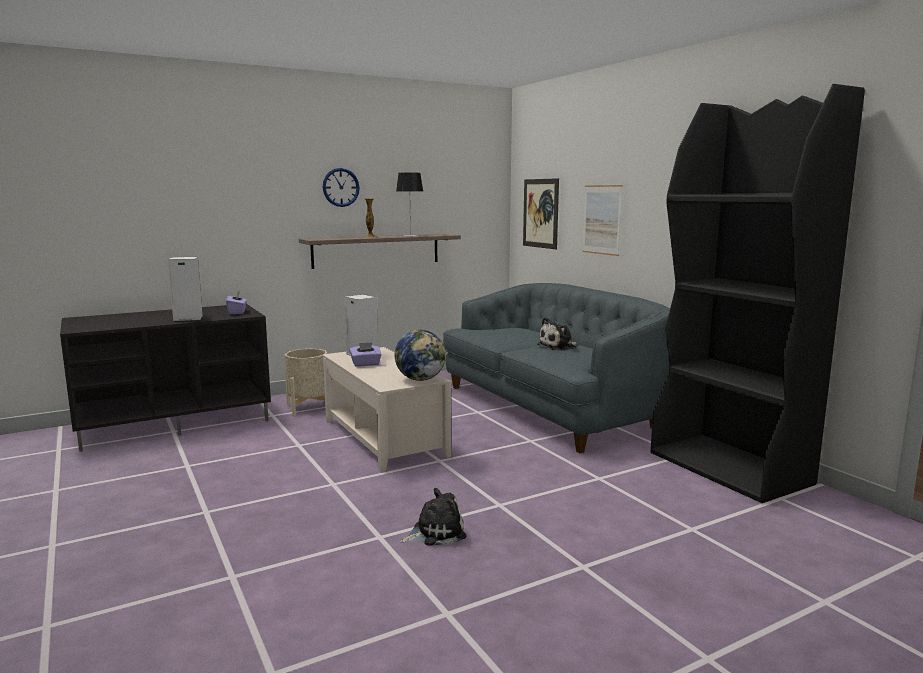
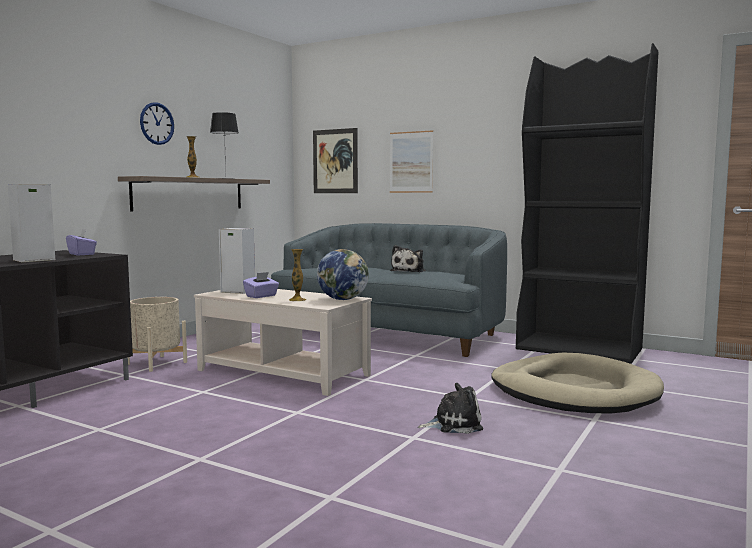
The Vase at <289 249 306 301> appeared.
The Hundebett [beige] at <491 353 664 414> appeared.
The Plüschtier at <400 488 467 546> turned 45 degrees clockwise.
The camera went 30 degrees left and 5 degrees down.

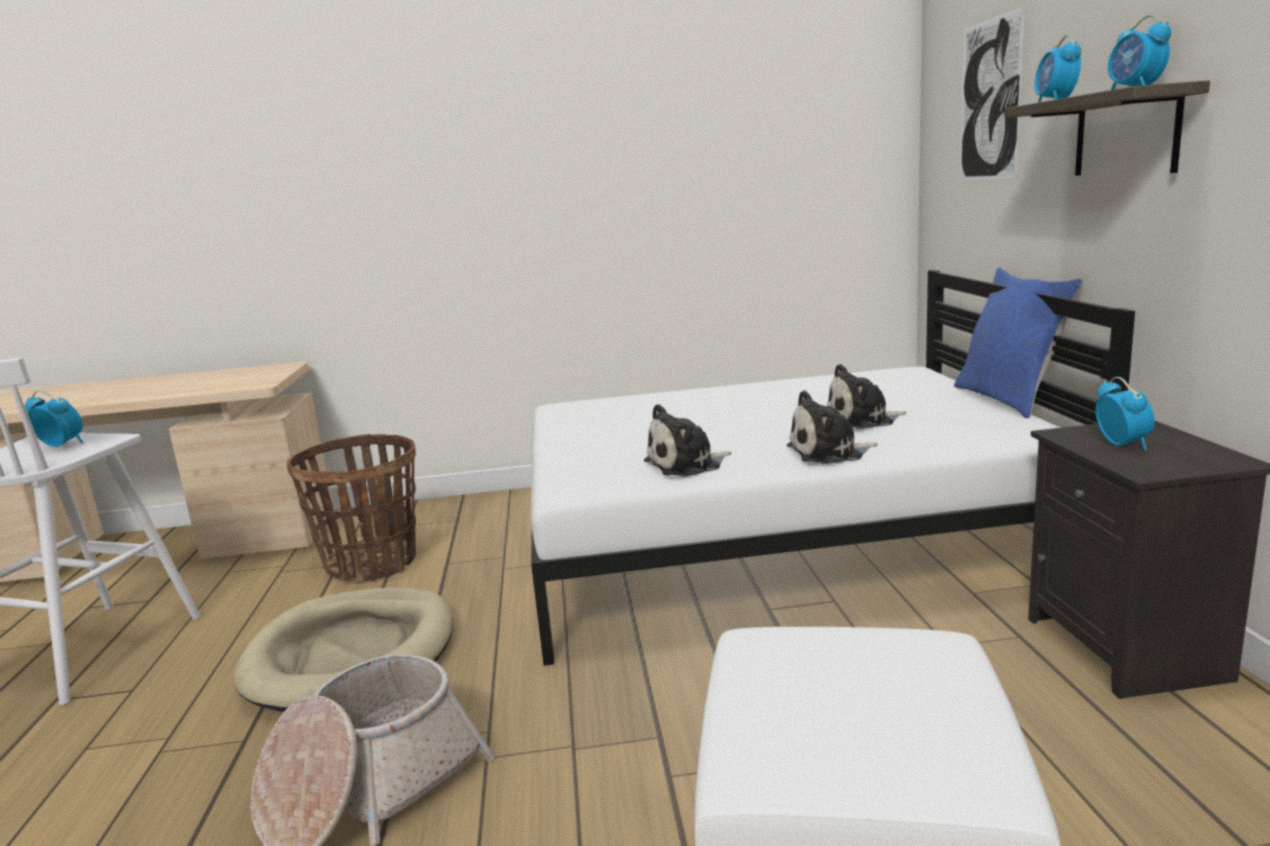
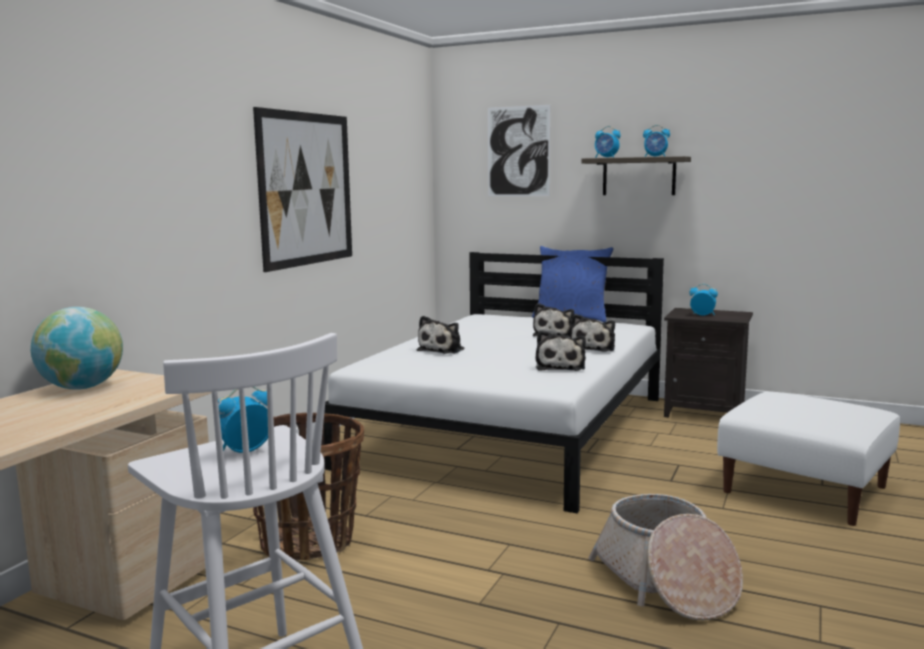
The Hundebett [beige] at <234 588 453 712> disappeared.
The Globus at <31 307 123 390> appeared.
The Bild at <253 107 352 272> appeared.
The Plüschtier at <417 316 464 354> appeared.
The camera went 60 degrees left and 5 degrees down.

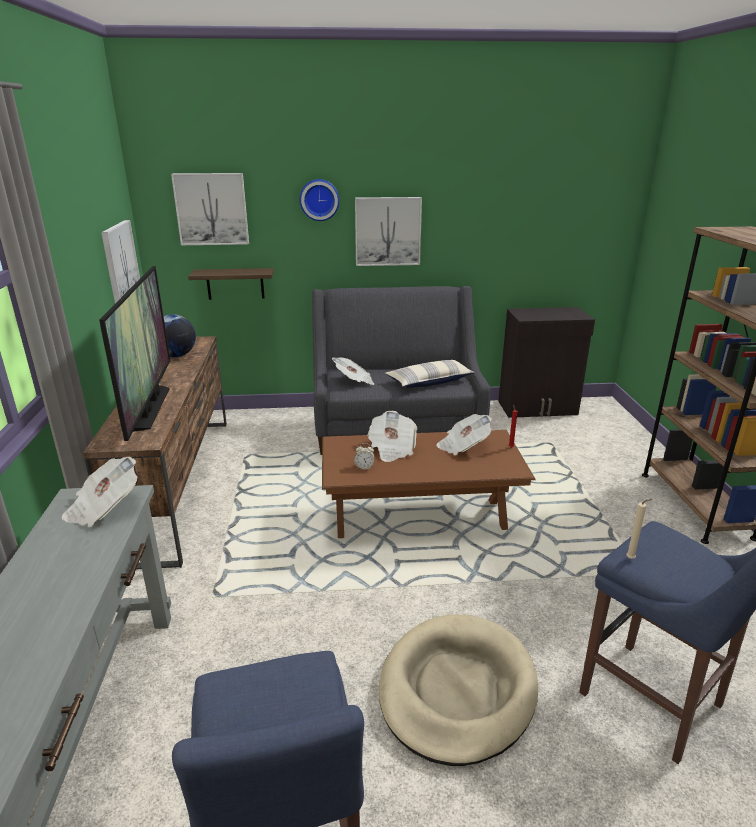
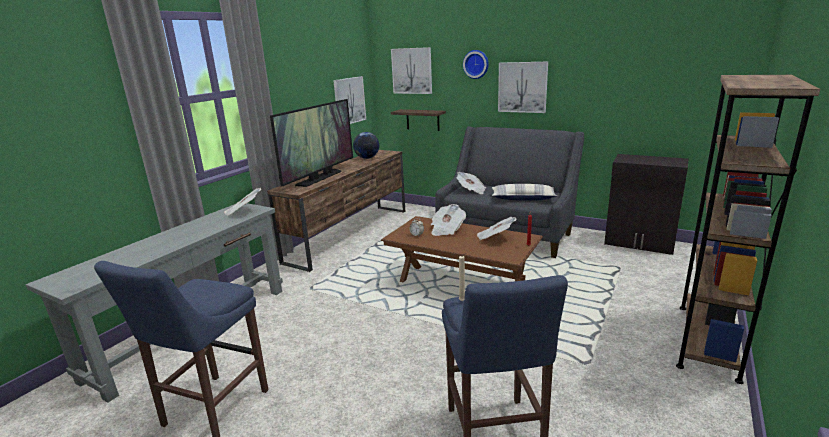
The Hundebett [beige] at <379 614 538 766> disappeared.
The camera went 35 degrees right and 5 degrees down.

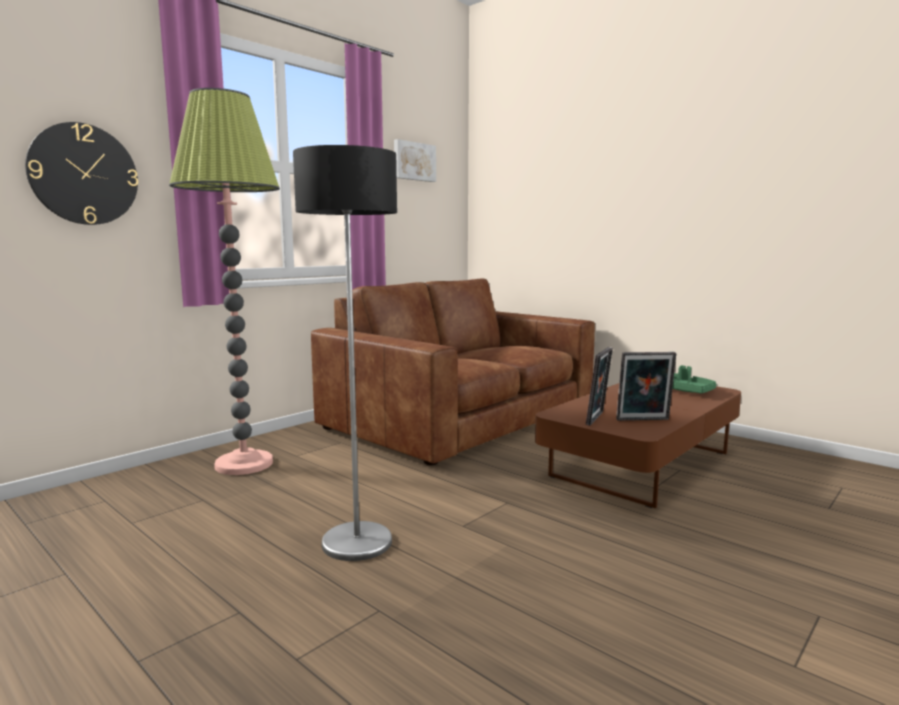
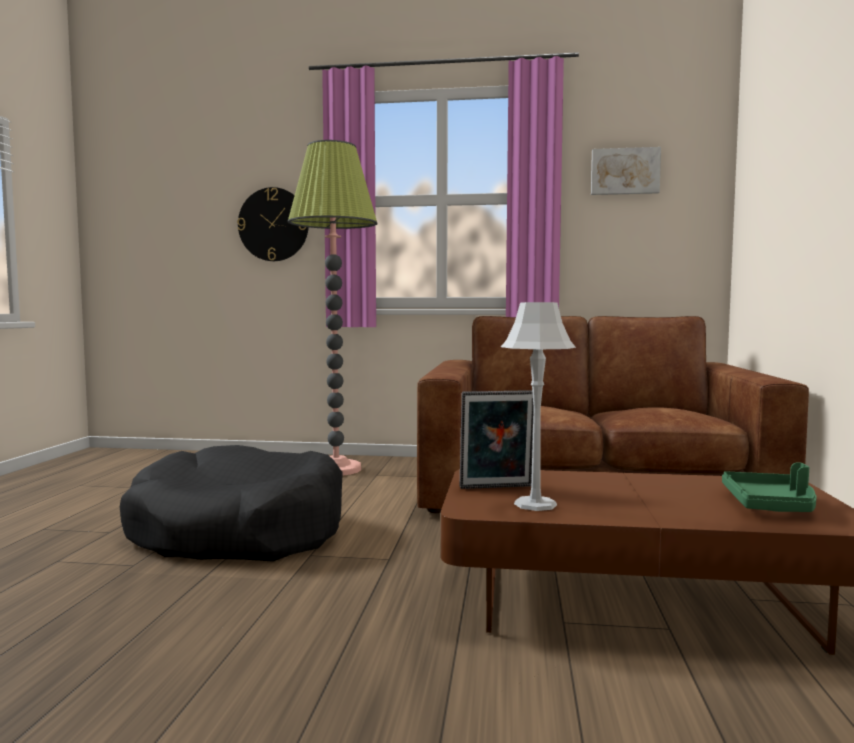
The Stehlampe at <293 145 397 561> was replaced by the Hundebett [schwarz] at <120 445 343 562>.
The Bilderrahmen at <616 352 676 421> was replaced by the Tischlampe [grau] at <501 302 576 511>.
The camera went 55 degrees right and 5 degrees down.

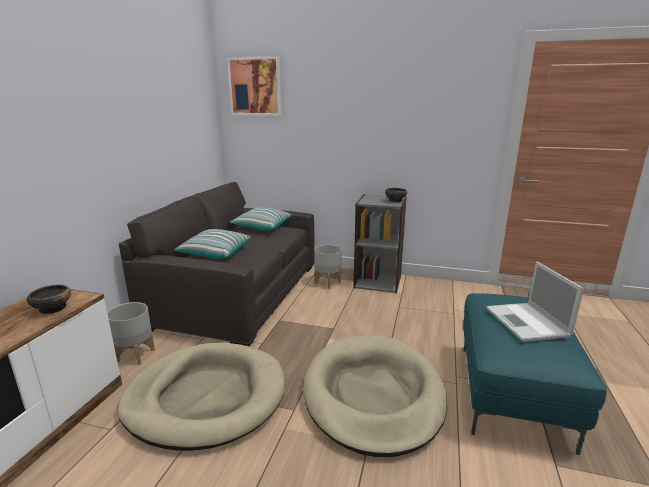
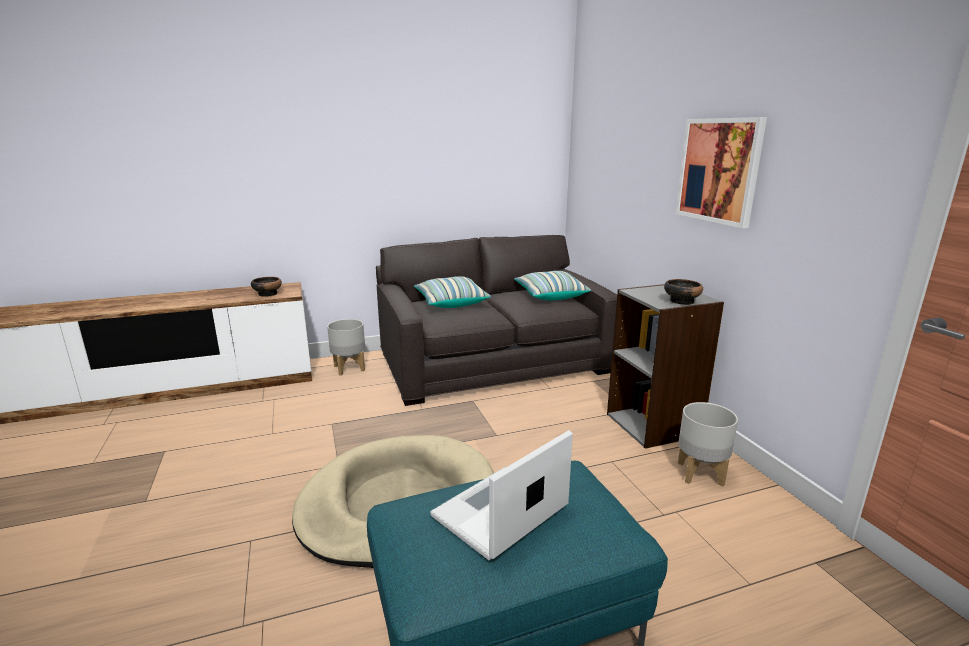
The Hundebett [beige] at <117 343 286 451> disappeared.
The Bild moved from <227 56 282 116> to <675 117 767 228>.
The Pflanzkübel [grau] moved from <314 245 342 289> to <678 402 738 487>.
The camera went 55 degrees right and 0 degrees up.

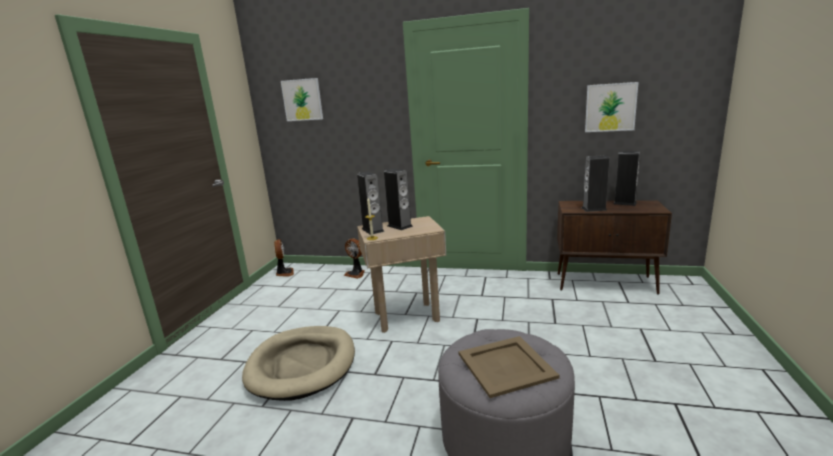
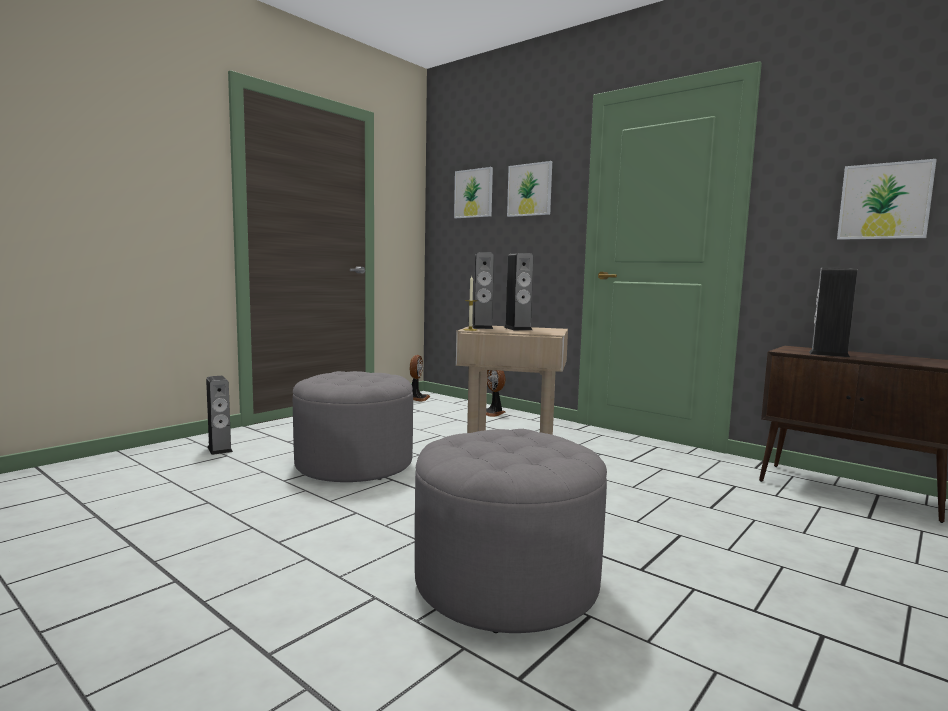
The Tablett [beige] at <459 336 560 398> disappeared.
The Bild at <507 161 552 217> appeared.
The Lautsprecher moved from <613 151 640 206> to <206 376 233 455>.
The Hundebett [beige] at <242 326 355 401> was replaced by the Polsterhocker [grau] at <293 371 413 482>.
The camera went 25 degrees right and 10 degrees down.

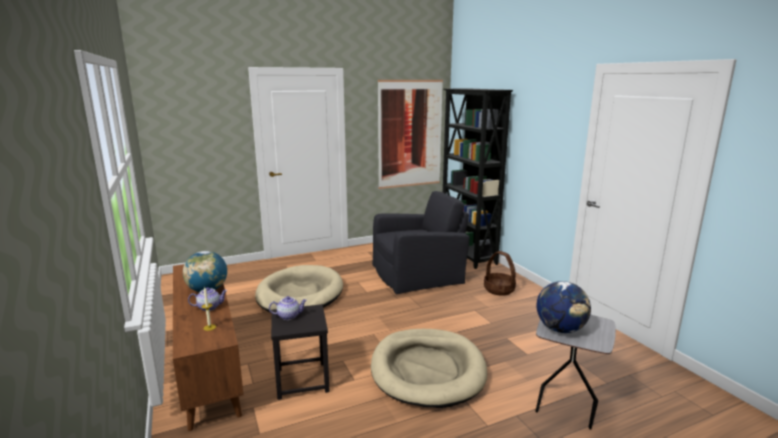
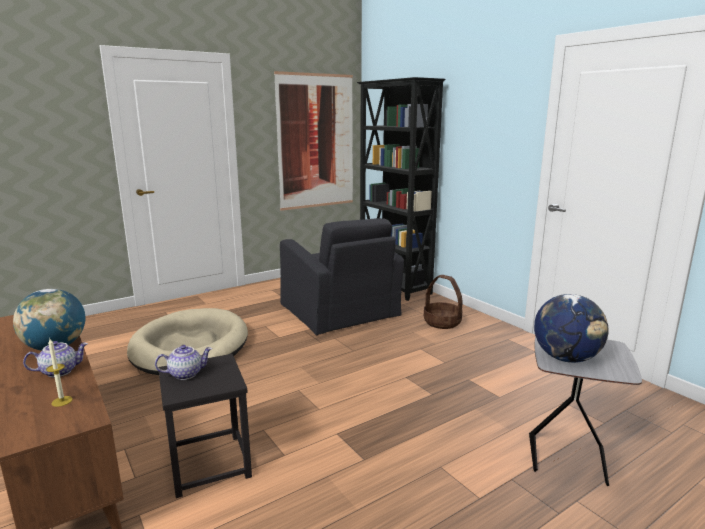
The Hundebett [beige] at <371 329 487 408> disappeared.
The Sessel [schwarz] at <372 191 470 294> turned 90 degrees clockwise.
The camera went 10 degrees left and 0 degrees up.

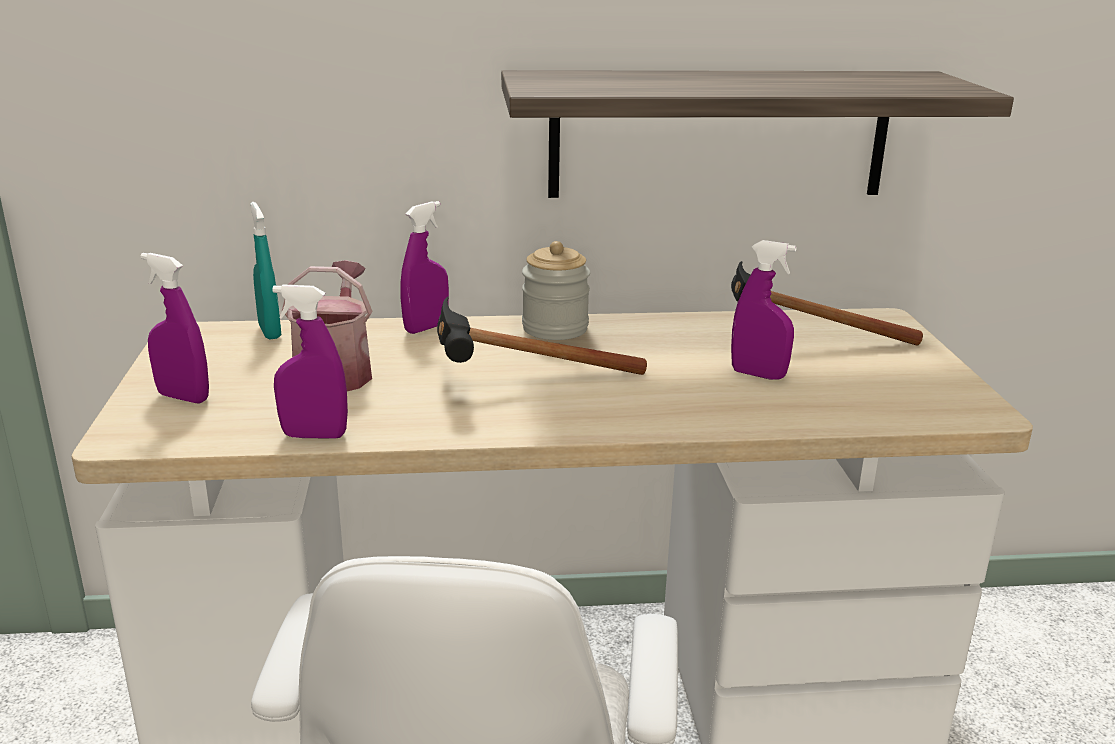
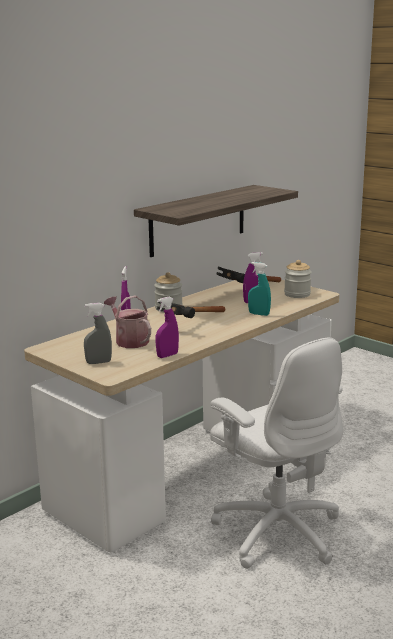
The Vorratsglas at <284 260 311 298> appeared.
The Sprühflasche [türkis] moved from <250 202 281 340> to <248 262 271 316>.
The Sprühflasche [lila] at <141 253 209 403> became the Sprühflasche [grau] at <84 303 112 364>.
The camera went 40 degrees left and 5 degrees down.

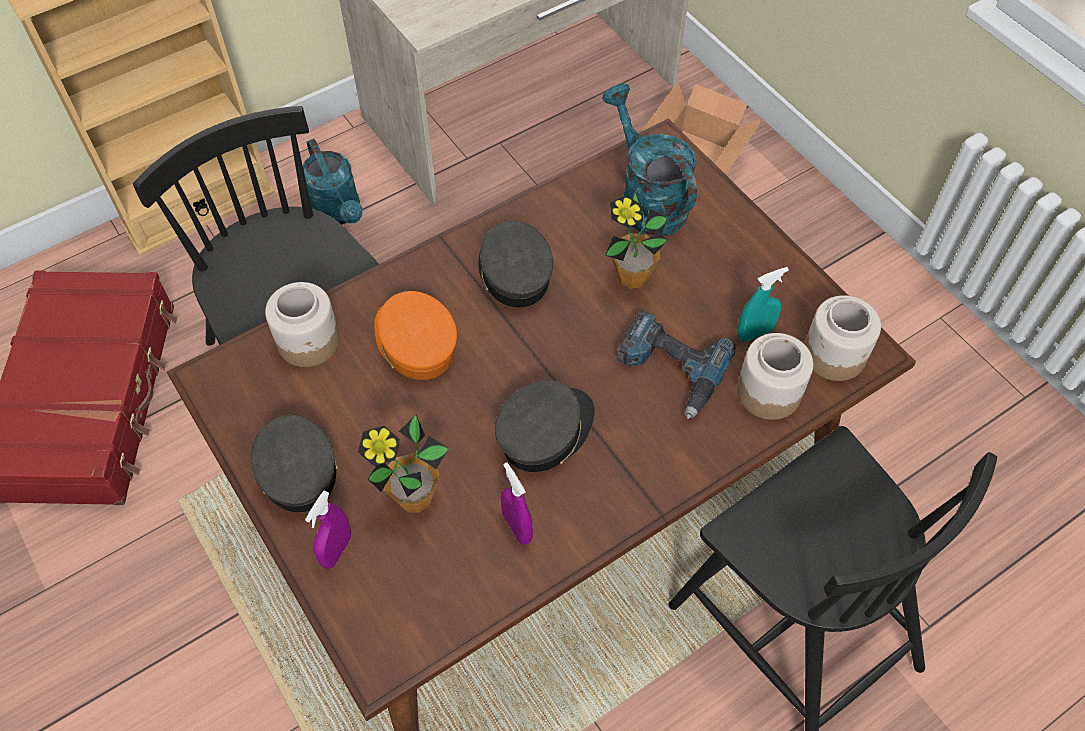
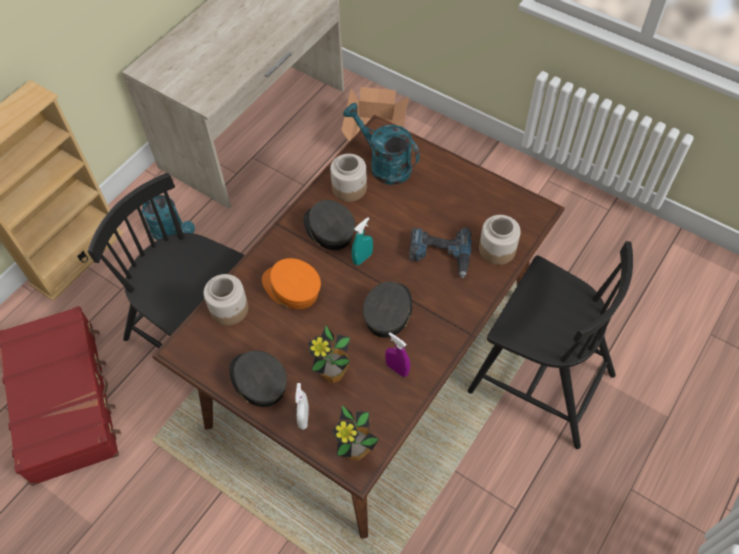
The Topfpflanze moved from <605 193 668 289> to <333 405 379 461>.
The Sprühflasche [türkis] moved from <737 267 789 342> to <352 217 373 265>.
The Vorratsglas moved from <804 295 881 381> to <330 154 367 202>.
The Sprühflasche [lila] at <305 491 351 569> became the Sprühflasche [weiß] at <295 383 309 430>.
The camera went 20 degrees left and 0 degrees up.

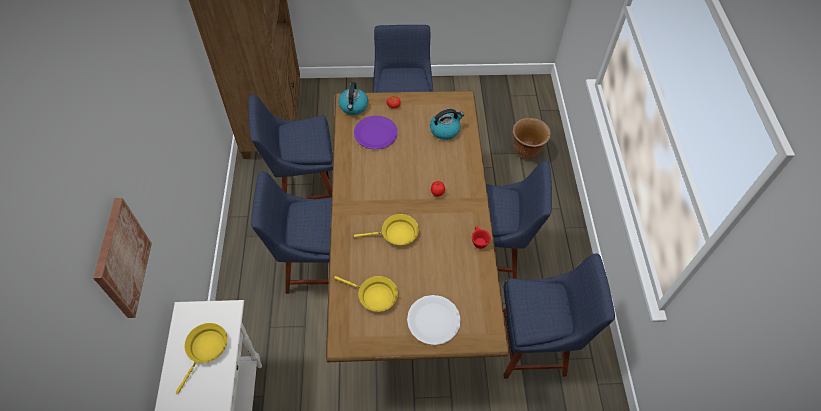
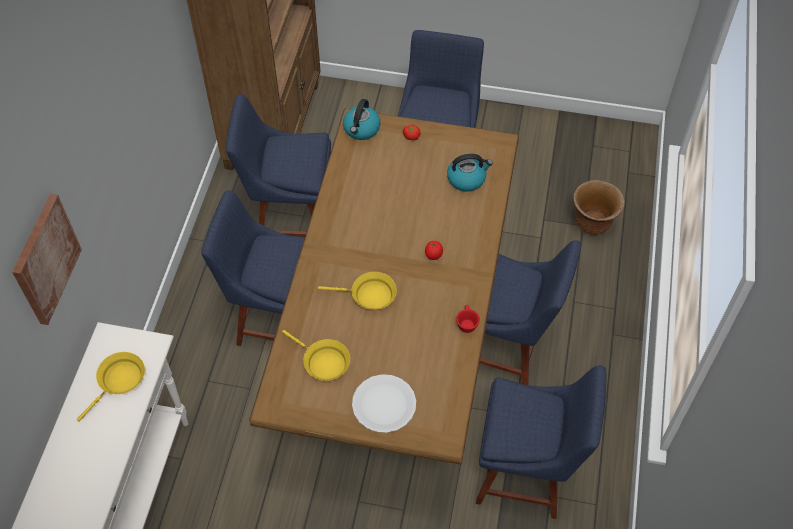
The Teller [lila] at <354 116 398 149> disappeared.
The camera went 15 degrees right and 0 degrees up.

